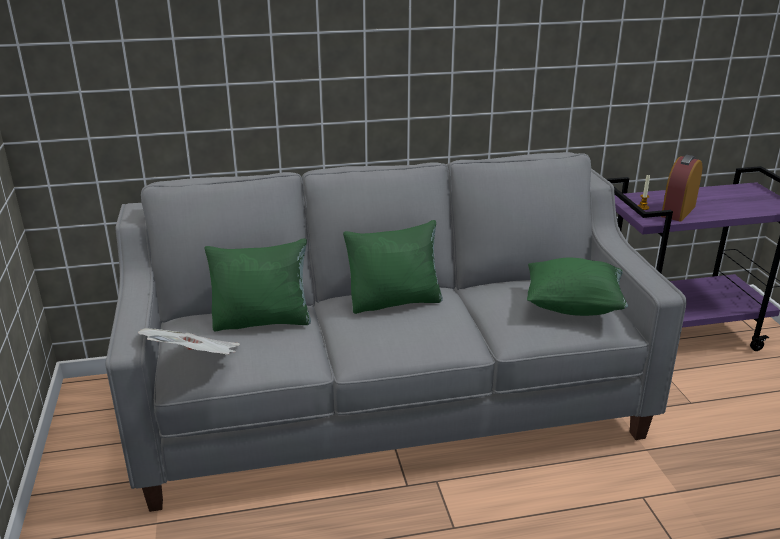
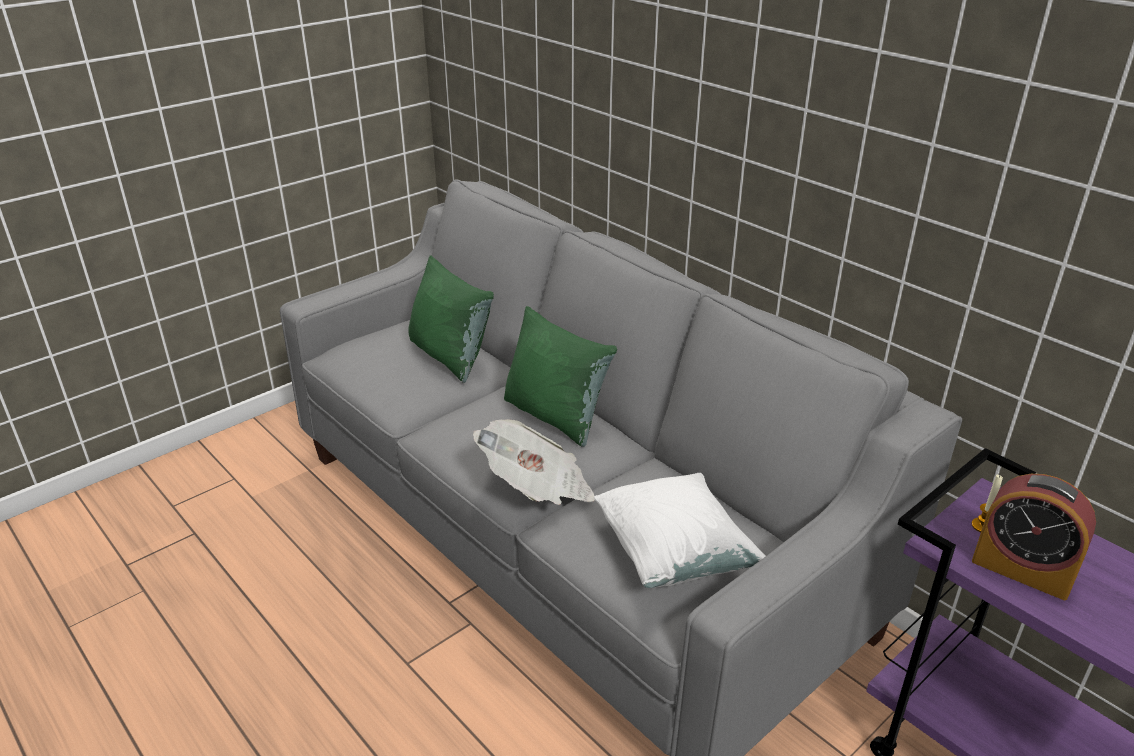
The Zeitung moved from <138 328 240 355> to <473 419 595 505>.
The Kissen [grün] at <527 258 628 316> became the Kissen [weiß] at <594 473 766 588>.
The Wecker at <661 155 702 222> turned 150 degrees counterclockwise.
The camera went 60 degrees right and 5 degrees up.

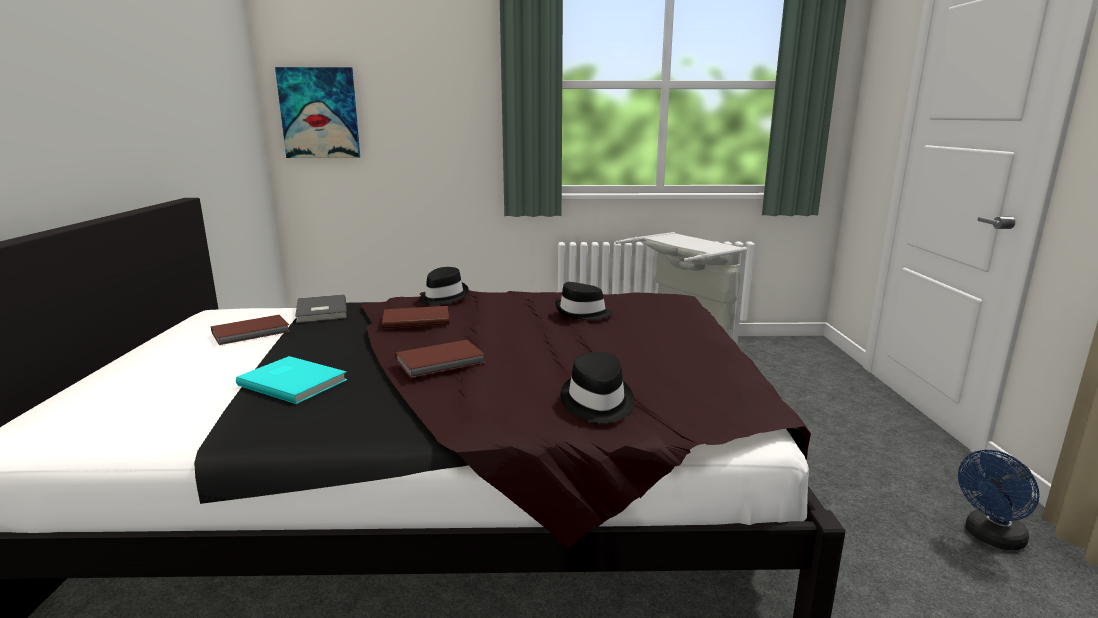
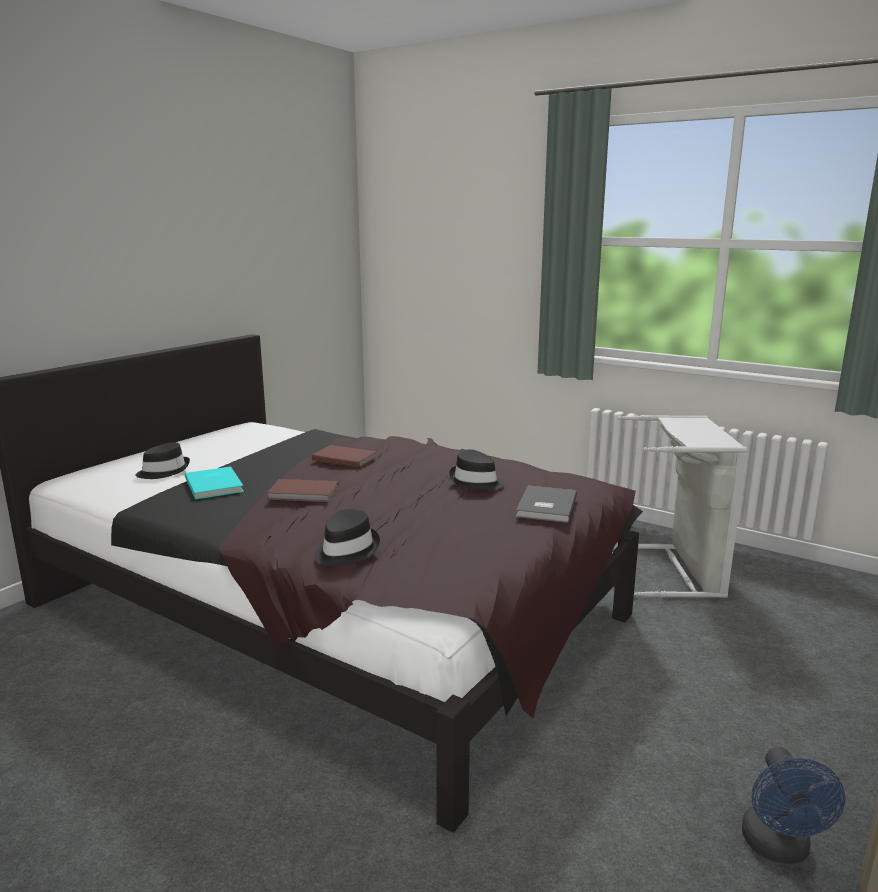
The Buch [braun] at <211 315 290 345> disappeared.
The Bild at <275 67 360 158> disappeared.
The Buch [grau] moved from <295 294 347 323> to <516 486 577 523>.
The Hut [schwarz] moved from <419 267 469 305> to <135 442 190 479>.
The Ventilator [blau] at <958 450 1040 550> turned 90 degrees counterclockwise.
The camera went 35 degrees right and 0 degrees up.

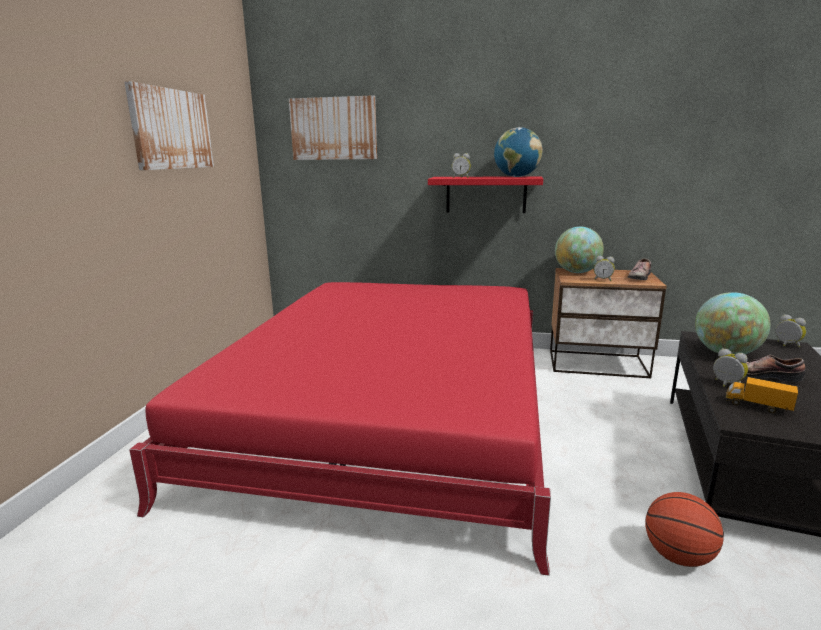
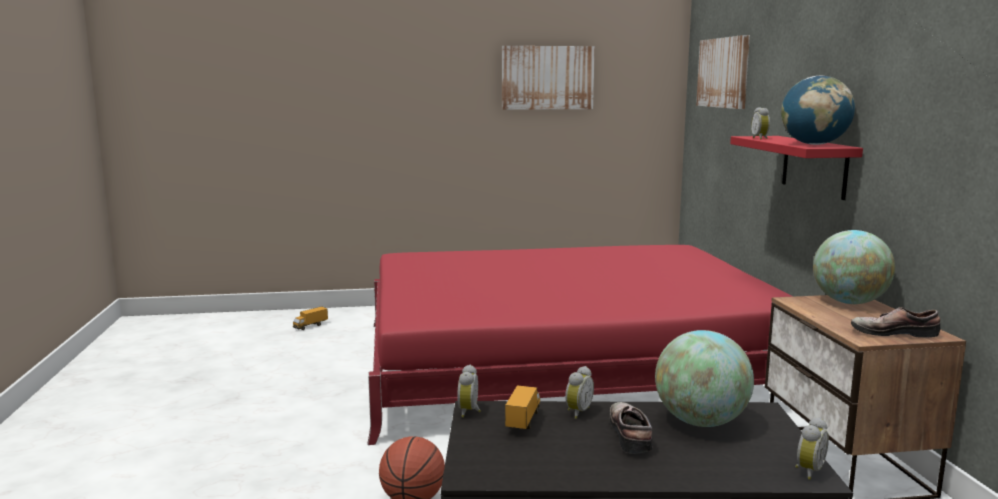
The Spielzeuglaster at <293 306 328 330> appeared.
The Wecker moved from <594 256 615 281> to <457 364 481 418>.
The camera went 70 degrees right and 5 degrees down.

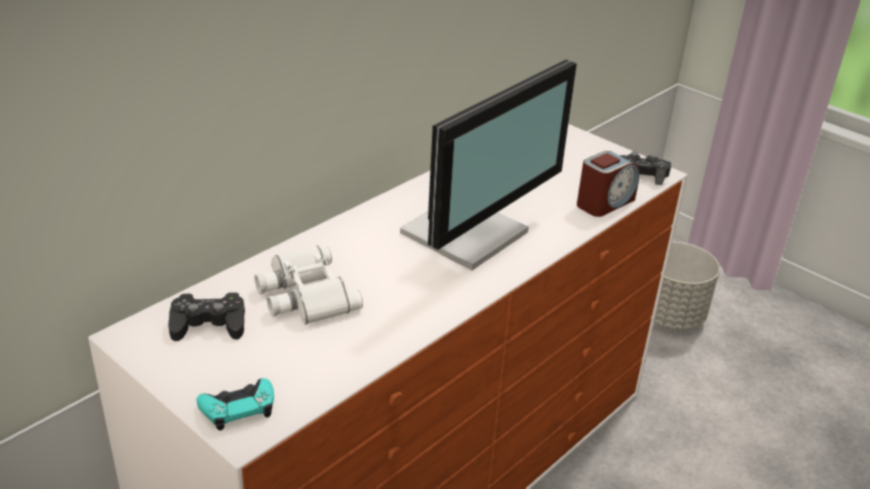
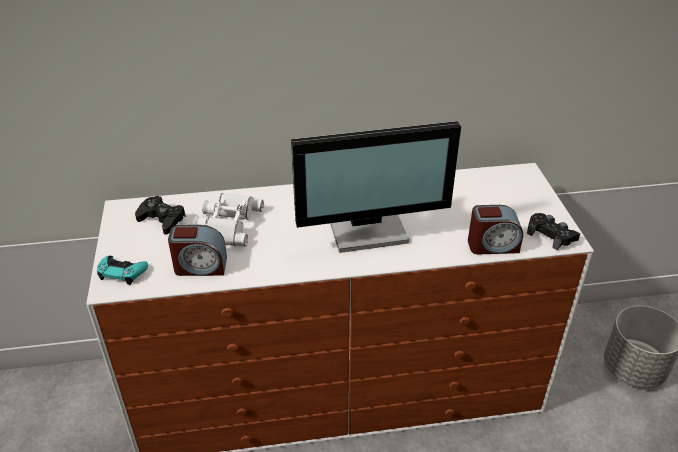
The Wecker at <168 225 227 276> appeared.
The camera went 40 degrees right and 5 degrees up.

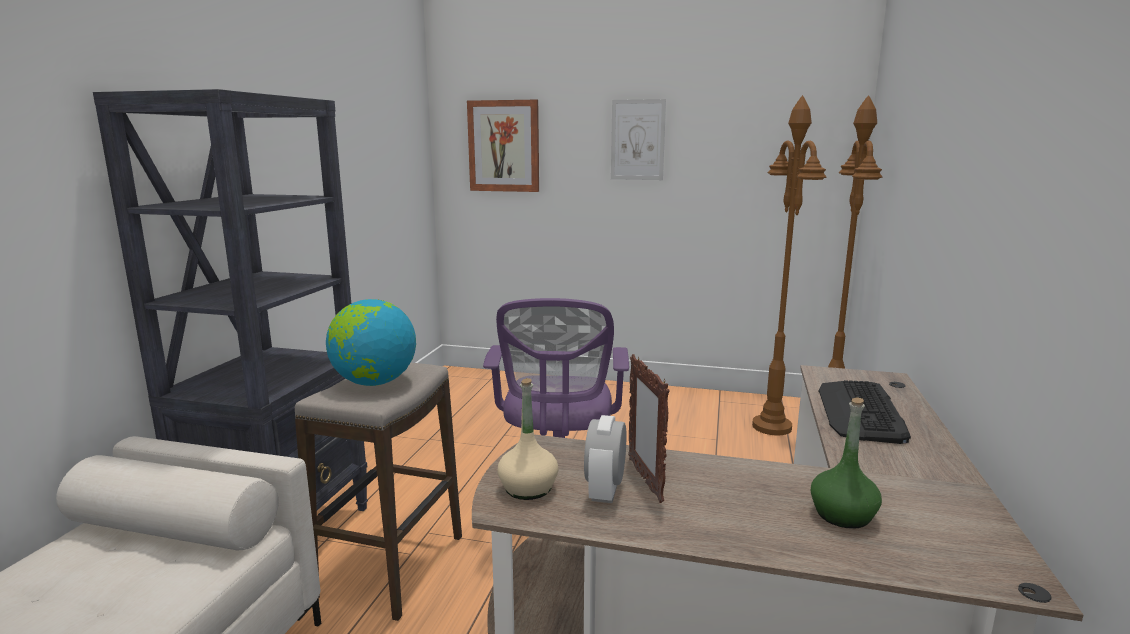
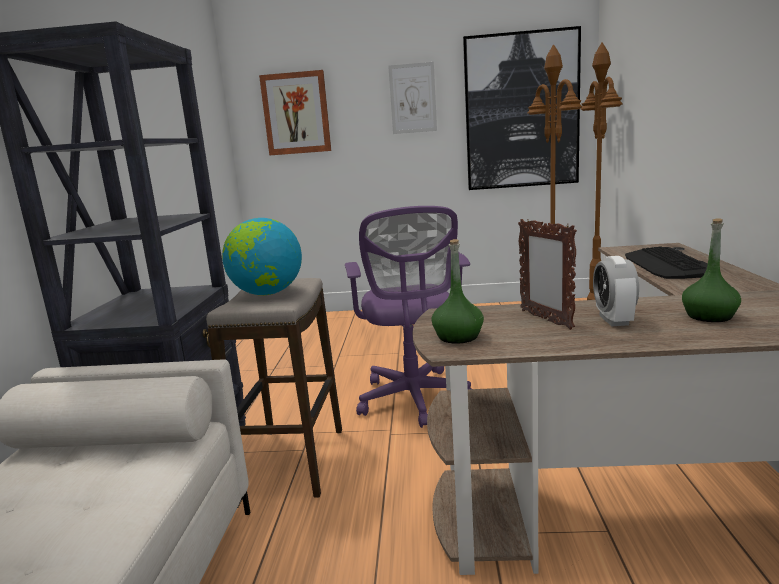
The Bild at <463 26 581 190> appeared.
The Wecker moved from <584 415 626 503> to <593 256 639 326>.
The Flasche [beige] at <497 378 558 500> became the Flasche [grün] at <431 239 484 344>.
The camera went 10 degrees left and 0 degrees up.

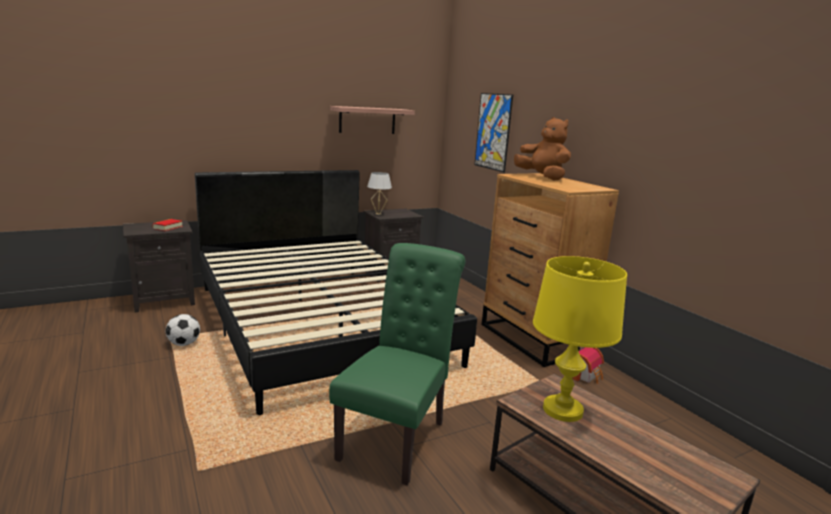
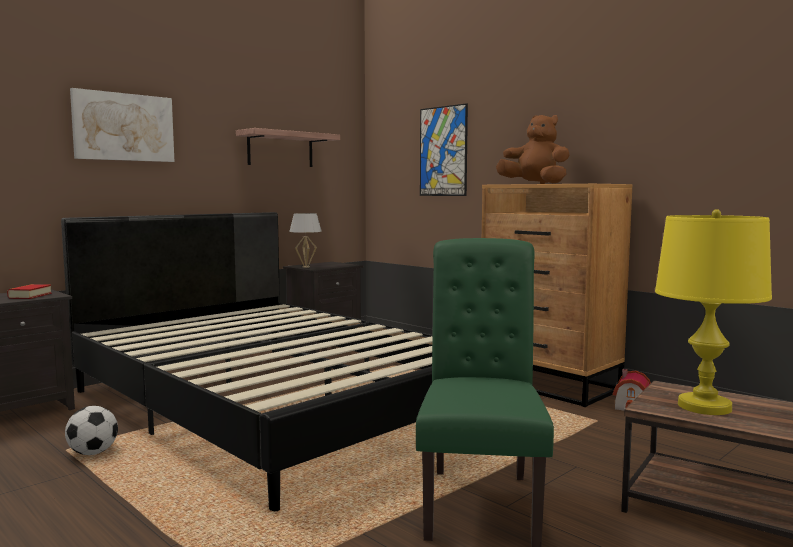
The Bild at <70 88 174 162> appeared.
The camera went 15 degrees left and 10 degrees down.

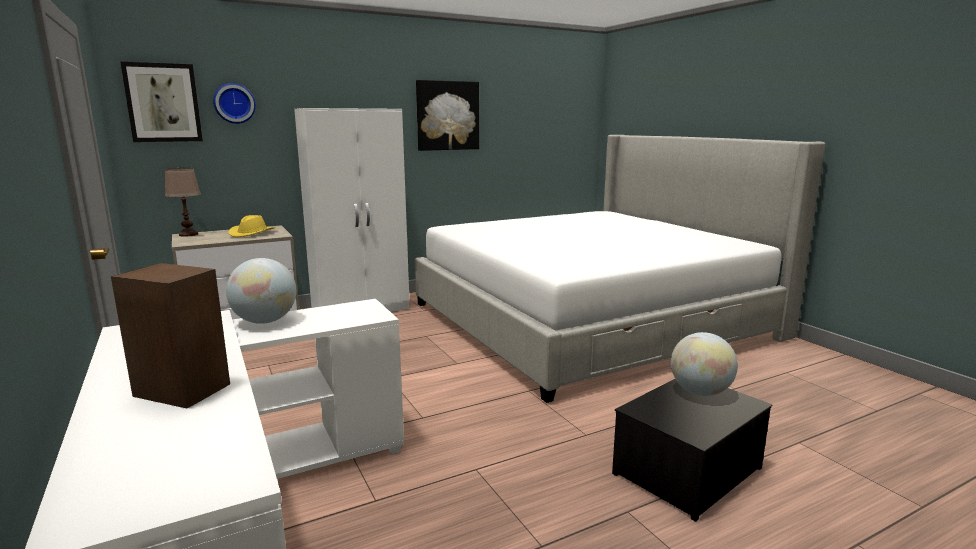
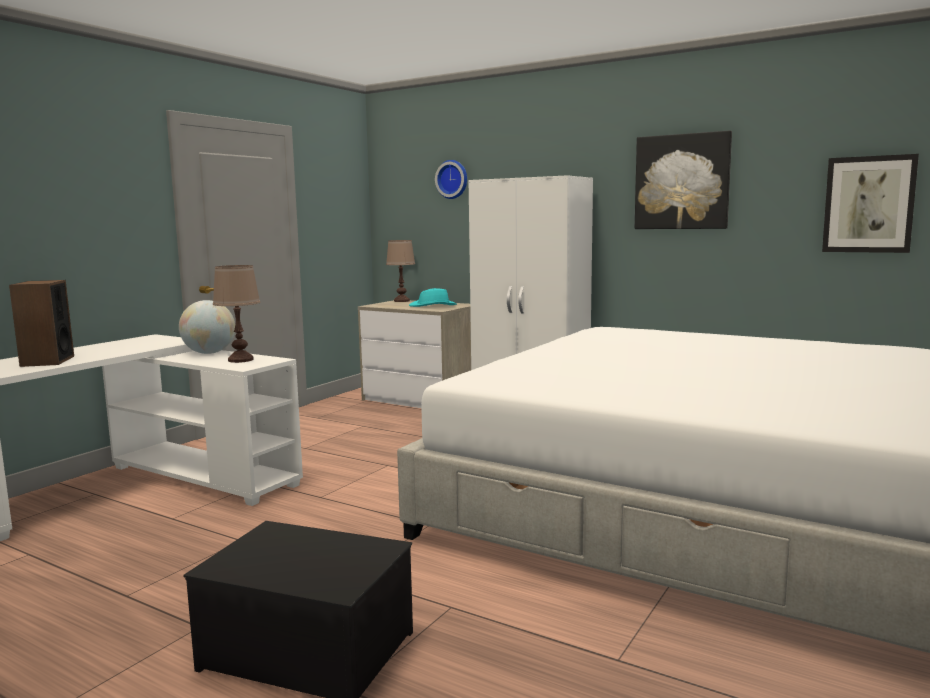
The Globus at <671 332 738 396> disappeared.
The Tischlampe [braun] at <213 265 260 363> appeared.
The Bild moved from <120 62 203 142> to <822 154 919 253>.
The Hut [gelb] at <228 215 276 237> became the Hut [türkis] at <409 288 457 307>.
The camera went 60 degrees right and 5 degrees down.

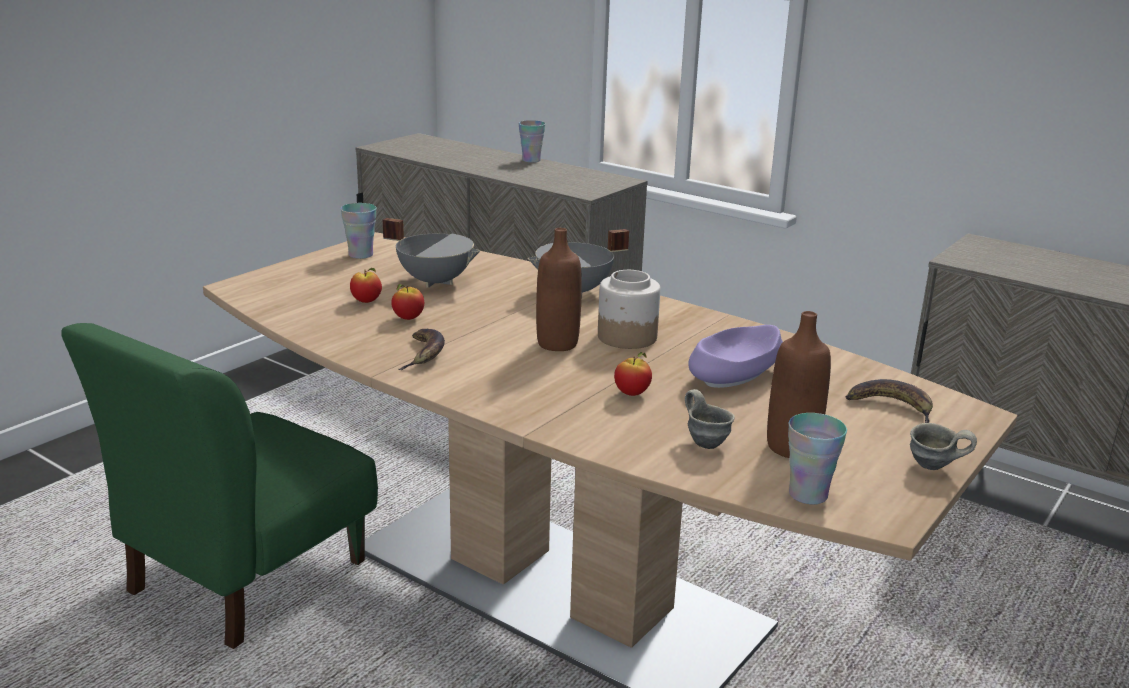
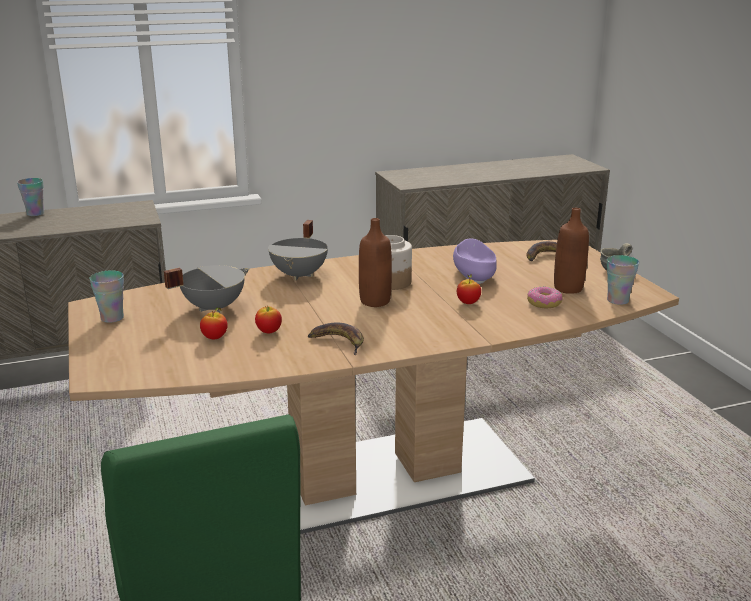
The Henkelbecher [grau] at <685 389 735 449> was replaced by the Donut at <527 286 563 308>.
The camera went 55 degrees left and 0 degrees up.

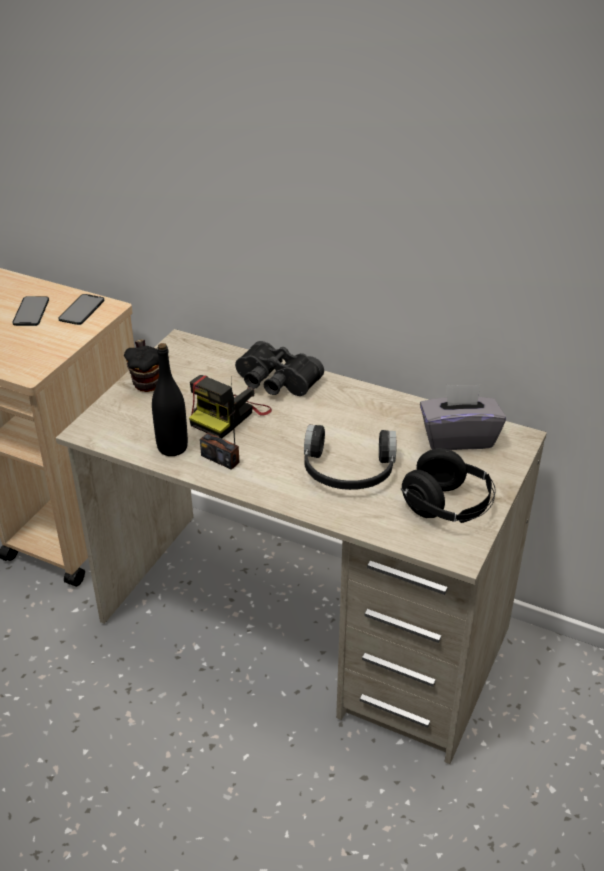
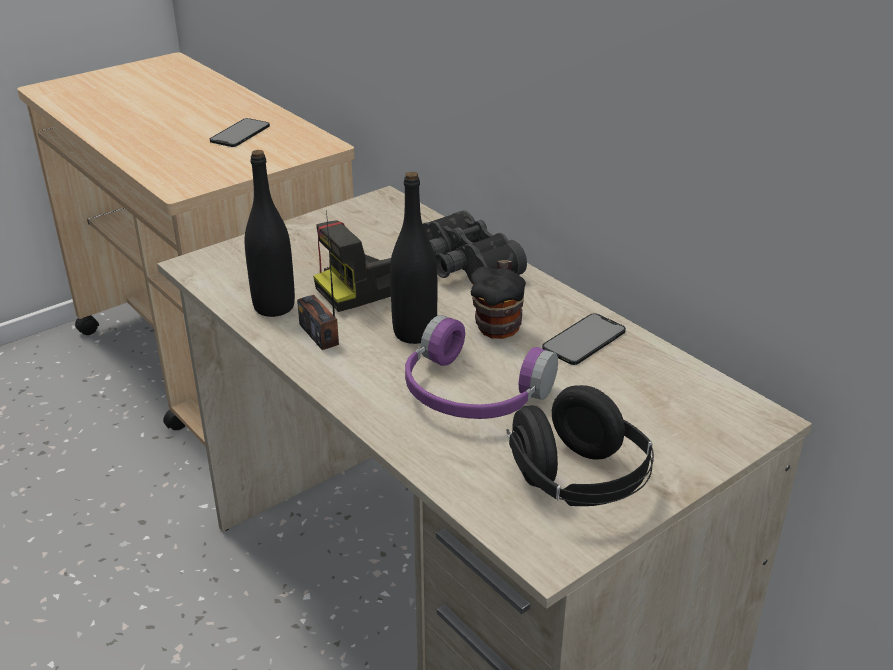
The Taschentuchbox [grau] at <420 385 506 450> disappeared.
The Flasche [schwarz] at <390 172 437 344> appeared.
The Handy moved from <58 294 104 325> to <542 313 626 365>.
The Henkelbecher moved from <124 339 159 392> to <471 260 526 339>.
The Kopfhörer [schwarz] at <304 424 397 490> became the Kopfhörer [lila] at <405 315 558 419>.
The camera went 25 degrees right and 5 degrees down.

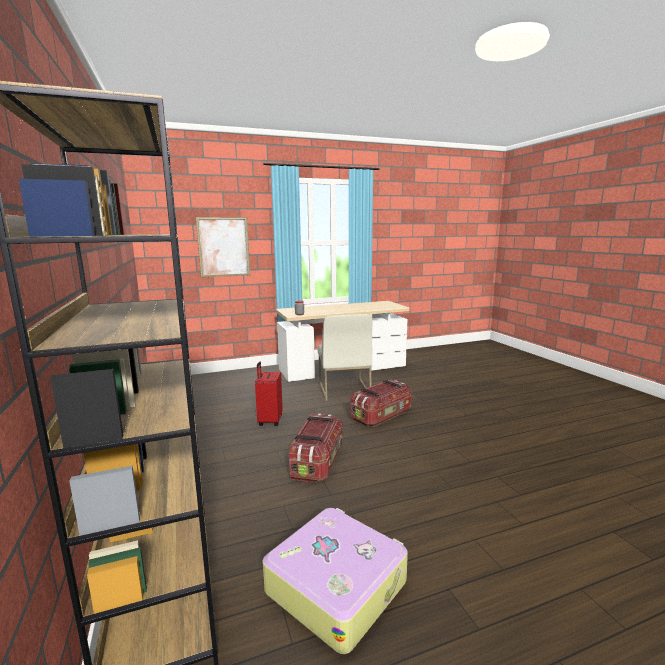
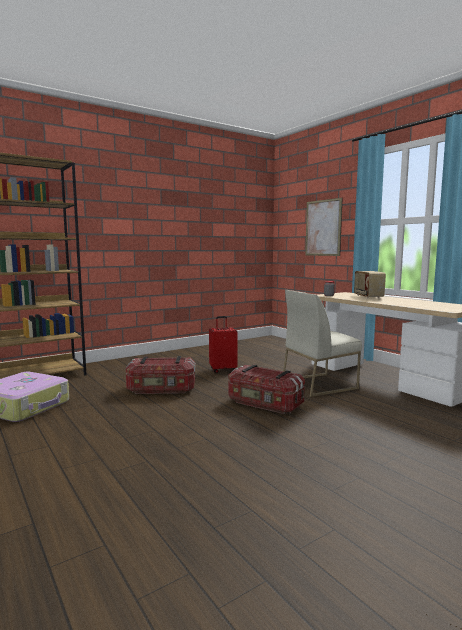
The Radio at <354 271 386 298> appeared.
The camera went 75 degrees right and 5 degrees down.

